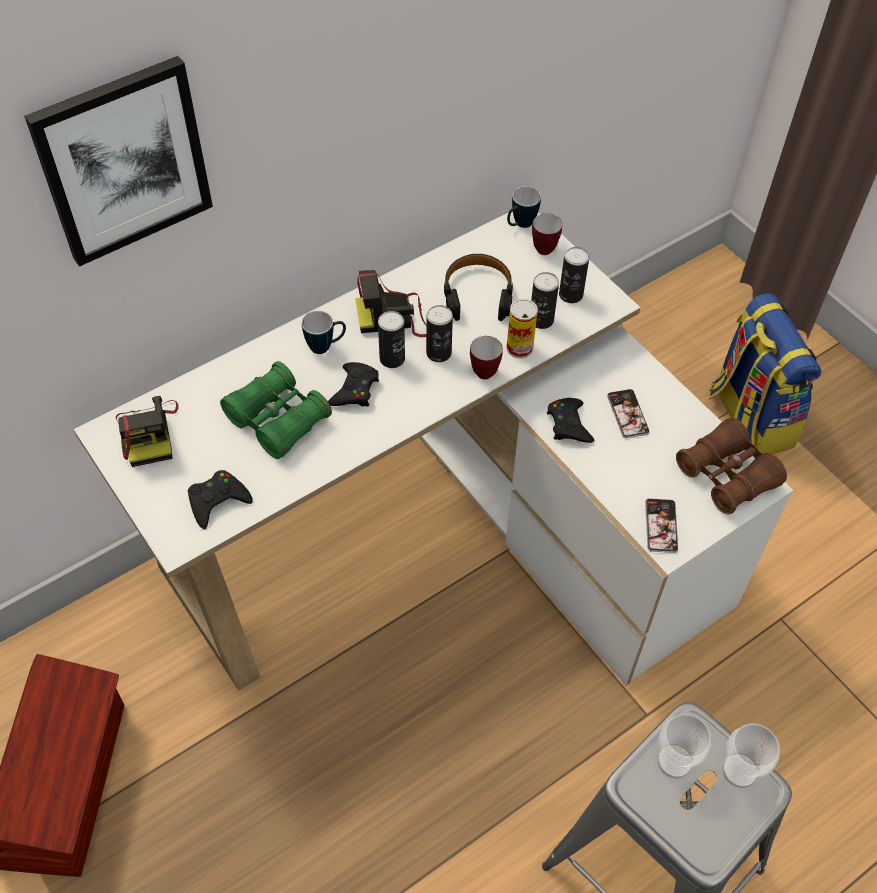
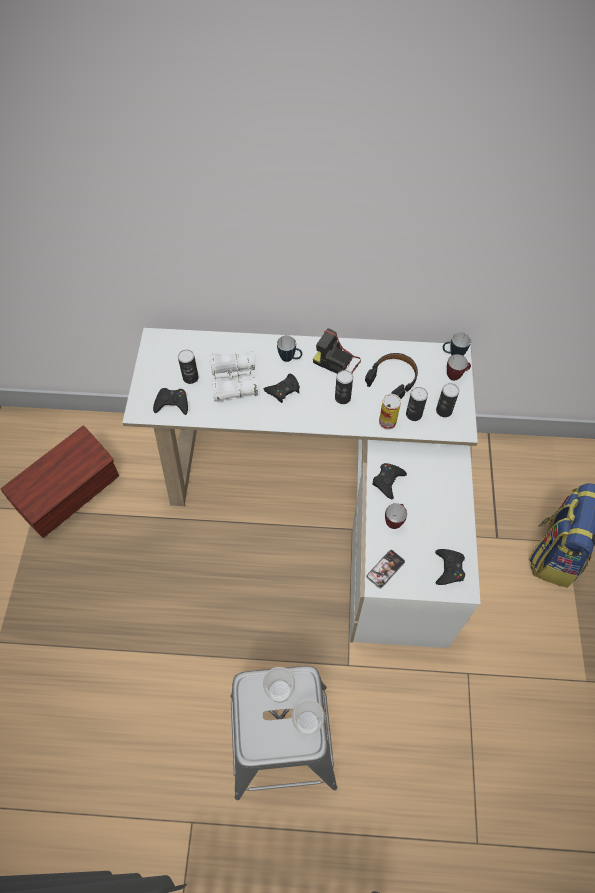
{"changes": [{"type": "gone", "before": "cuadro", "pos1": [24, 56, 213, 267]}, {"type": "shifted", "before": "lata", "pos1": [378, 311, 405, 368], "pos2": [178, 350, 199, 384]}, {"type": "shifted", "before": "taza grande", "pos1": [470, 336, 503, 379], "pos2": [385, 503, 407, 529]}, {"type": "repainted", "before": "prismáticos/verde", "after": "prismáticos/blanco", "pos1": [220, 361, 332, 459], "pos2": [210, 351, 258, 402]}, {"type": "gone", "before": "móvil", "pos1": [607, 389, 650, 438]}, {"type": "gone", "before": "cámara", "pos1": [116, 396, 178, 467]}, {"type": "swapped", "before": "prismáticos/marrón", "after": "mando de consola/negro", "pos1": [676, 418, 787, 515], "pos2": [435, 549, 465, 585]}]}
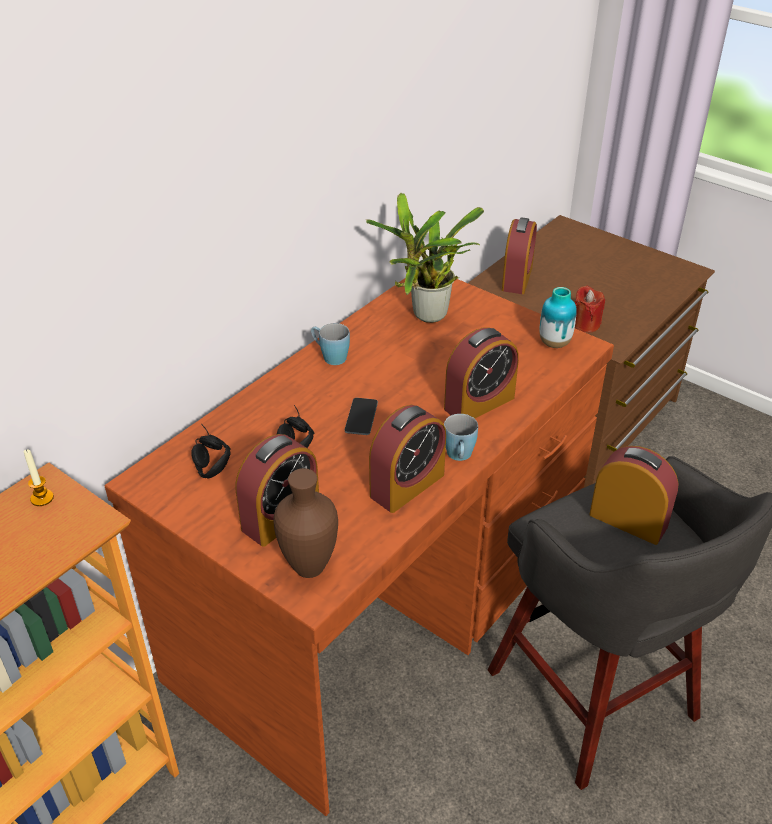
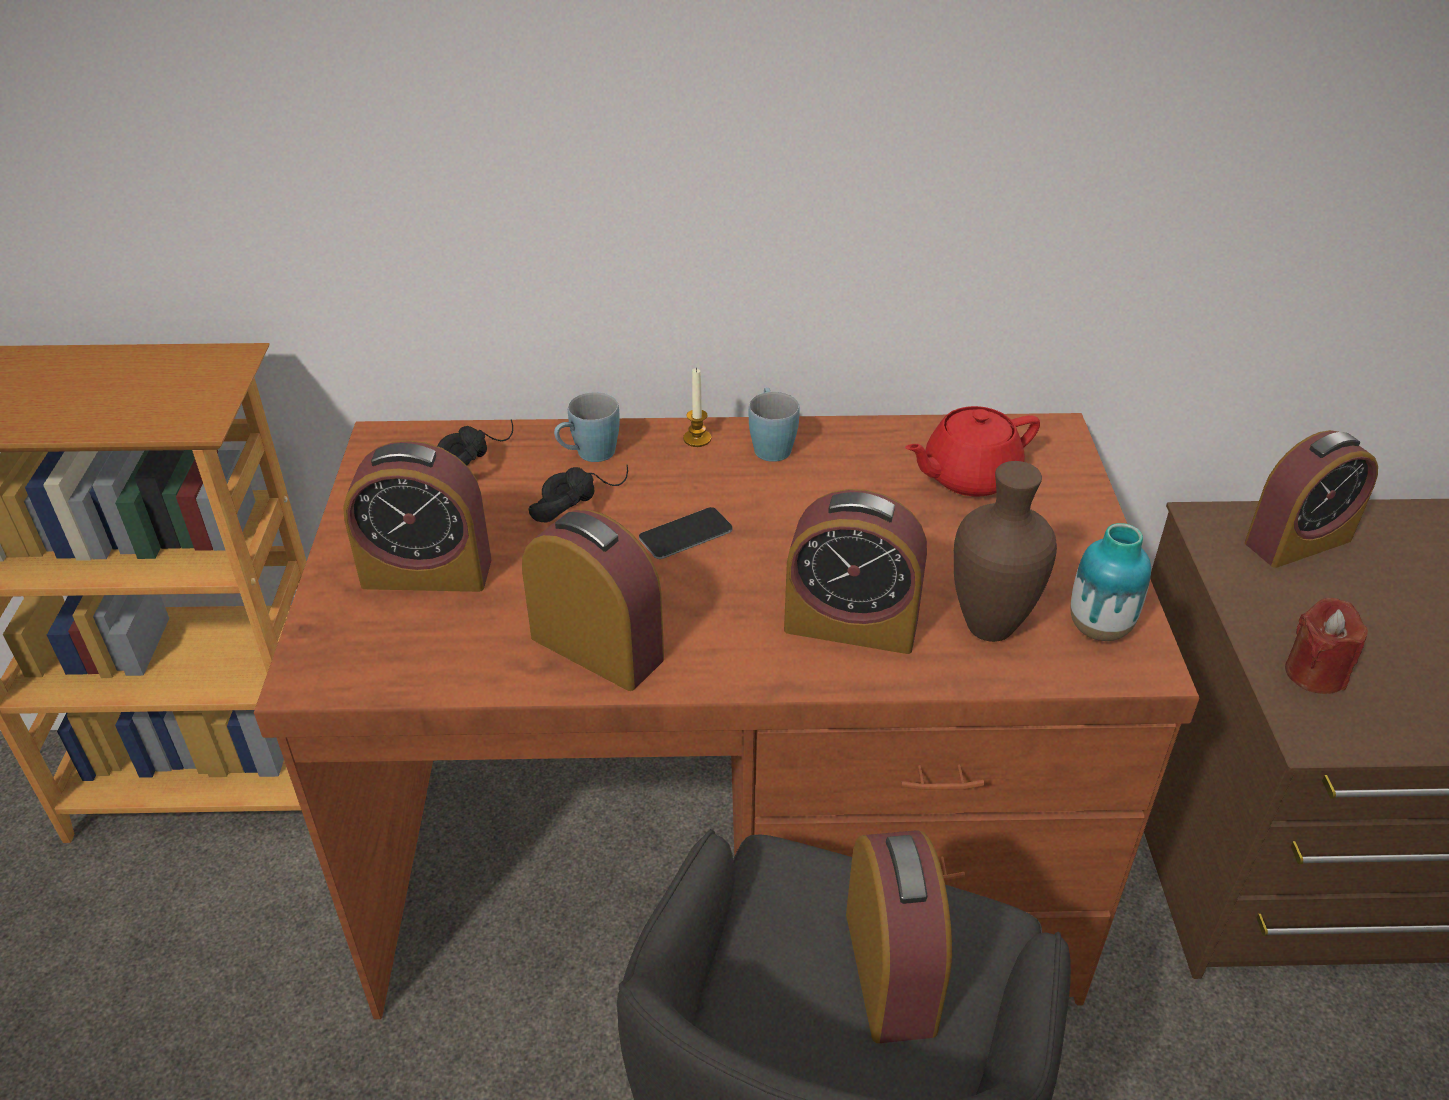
{"changes": [{"type": "swapped", "before": "planta en maceta", "after": "tetera/rojo", "pos1": [366, 193, 484, 323], "pos2": [905, 406, 1040, 497]}, {"type": "rotated", "before": "despertador", "pos1": [369, 405, 446, 513], "pos2": [522, 509, 664, 691], "turn": -150}, {"type": "shifted", "before": "taza grande/azul", "pos1": [444, 414, 478, 461], "pos2": [554, 392, 620, 462]}, {"type": "shifted", "before": "vela", "pos1": [24, 449, 54, 506], "pos2": [683, 368, 711, 447]}, {"type": "shifted", "before": "florero/marrón", "pos1": [273, 468, 338, 578], "pos2": [953, 461, 1057, 642]}]}
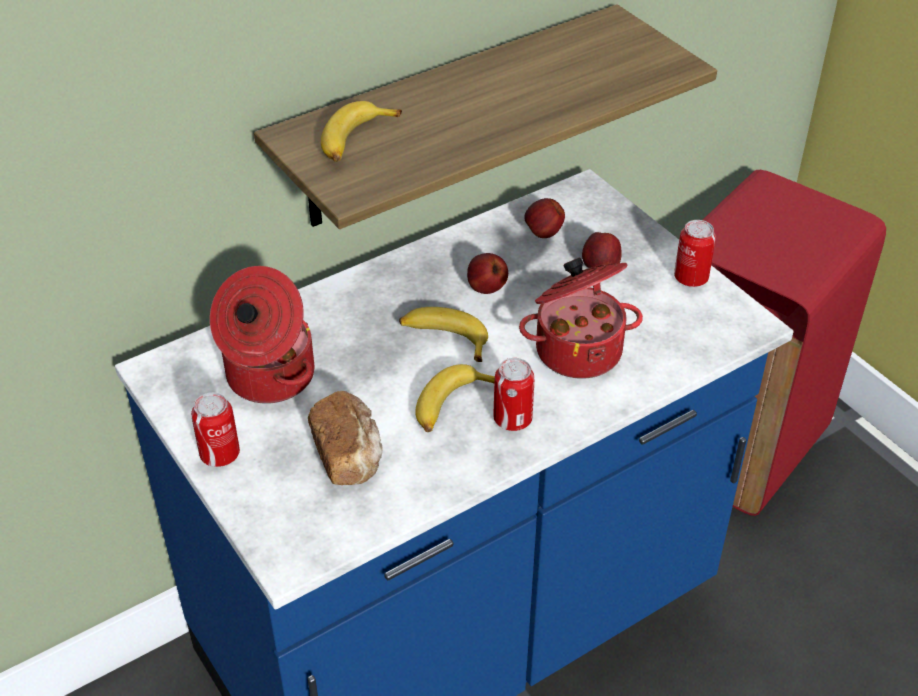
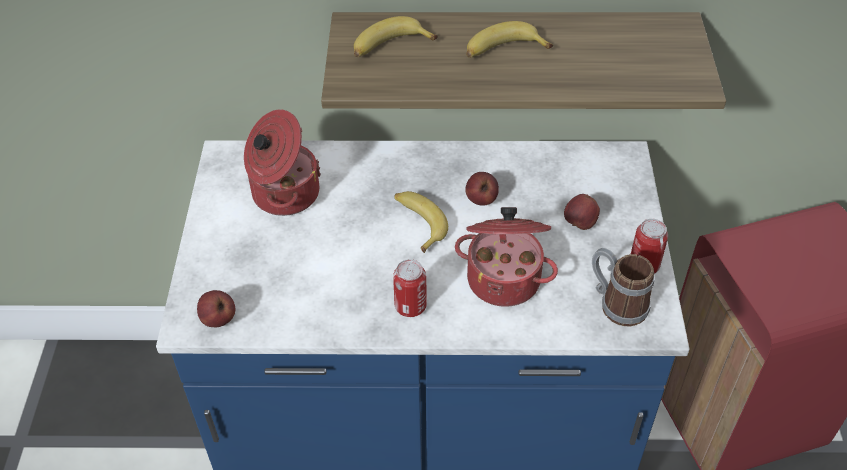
{"changes": [{"type": "shifted", "before": "manzana", "pos1": [524, 198, 565, 238], "pos2": [197, 290, 235, 327]}, {"type": "shifted", "before": "plátano", "pos1": [415, 364, 495, 432], "pos2": [466, 21, 553, 58]}, {"type": "gone", "before": "pan", "pos1": [308, 391, 383, 485]}, {"type": "gone", "before": "lata", "pos1": [191, 392, 240, 467]}, {"type": "new", "after": "taza grande", "pos2": [592, 248, 654, 327]}]}
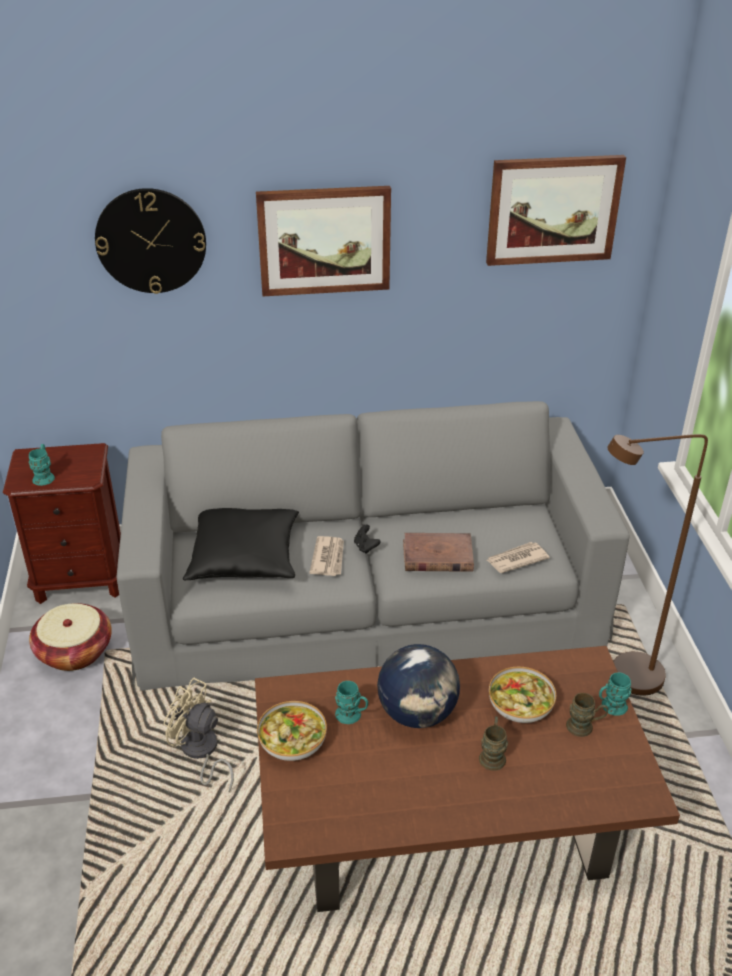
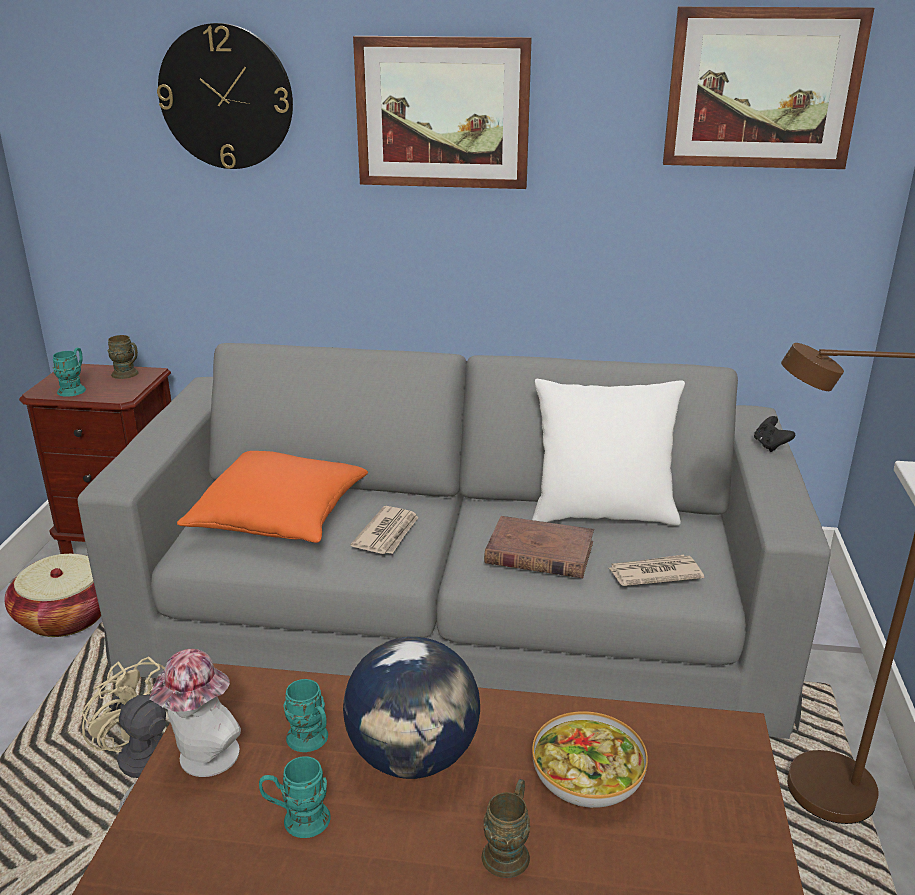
{"changes": [{"type": "repainted", "before": "cojín/negro", "after": "cojín/naranja", "pos1": [183, 508, 299, 580], "pos2": [177, 451, 368, 543]}, {"type": "shifted", "before": "mando de consola/negro", "pos1": [354, 524, 381, 554], "pos2": [754, 416, 795, 452]}, {"type": "shifted", "before": "taza grande/turquesa", "pos1": [599, 672, 631, 716], "pos2": [259, 756, 331, 838]}, {"type": "shifted", "before": "taza grande/marrón", "pos1": [566, 693, 608, 737], "pos2": [107, 335, 139, 379]}, {"type": "swapped", "before": "cuenco", "after": "sombrero", "pos1": [257, 701, 327, 761], "pos2": [149, 649, 241, 777]}, {"type": "new", "after": "cojín/blanco", "pos2": [532, 379, 685, 525]}]}
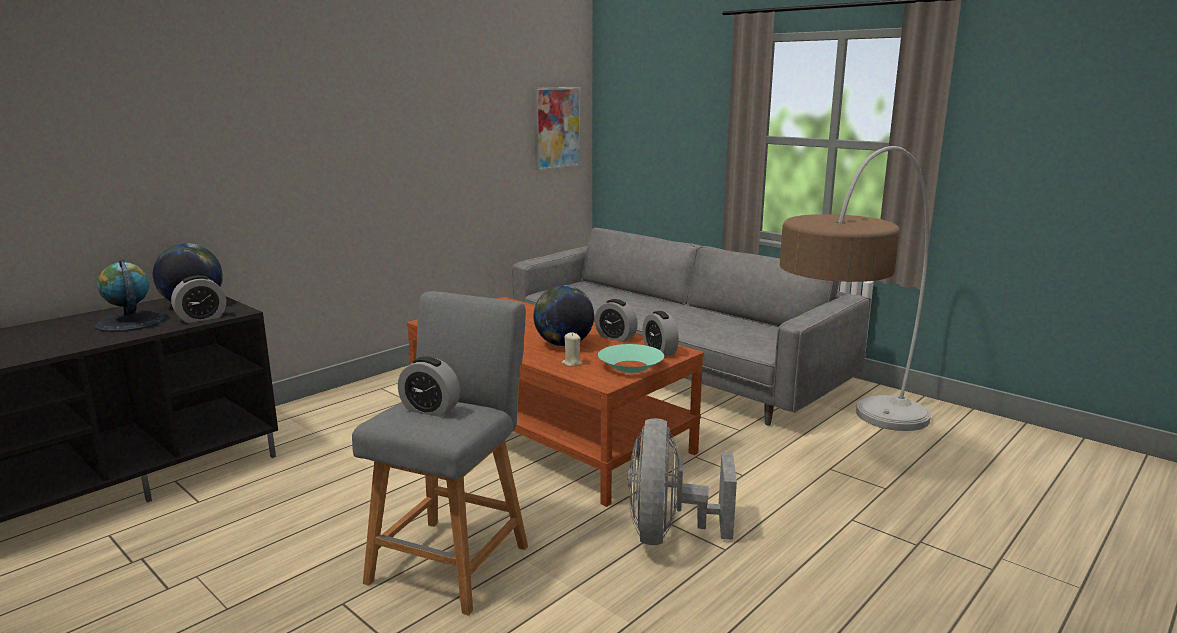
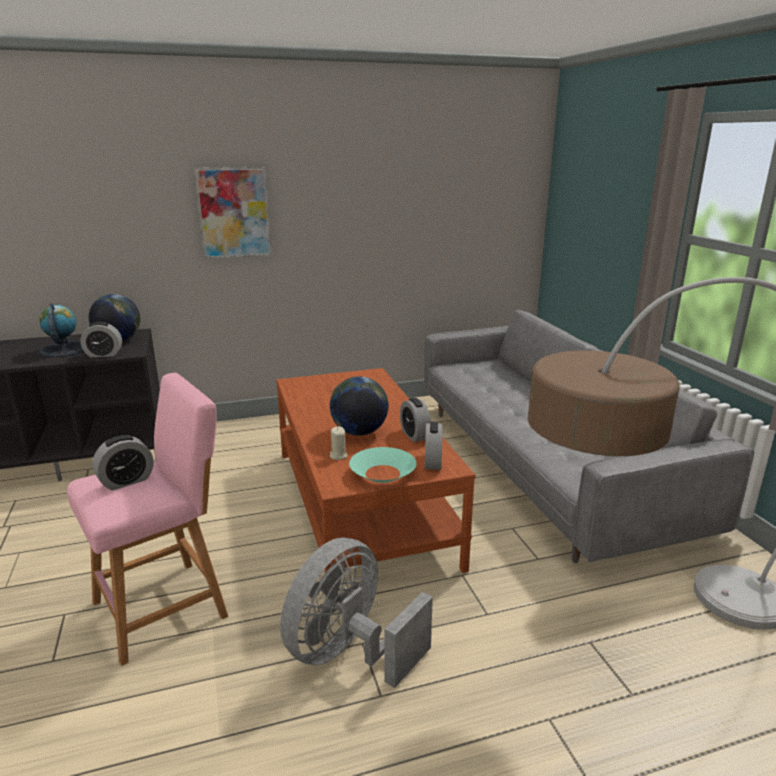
{"changes": [{"type": "shifted", "before": "cuadro", "pos1": [534, 87, 581, 170], "pos2": [194, 167, 272, 259]}, {"type": "repainted", "before": "taburete/gris", "after": "taburete/rosa", "pos1": [352, 291, 528, 616], "pos2": [67, 373, 228, 666]}, {"type": "rotated", "before": "despertador", "pos1": [398, 356, 460, 417], "pos2": [92, 435, 154, 491], "turn": -90}]}
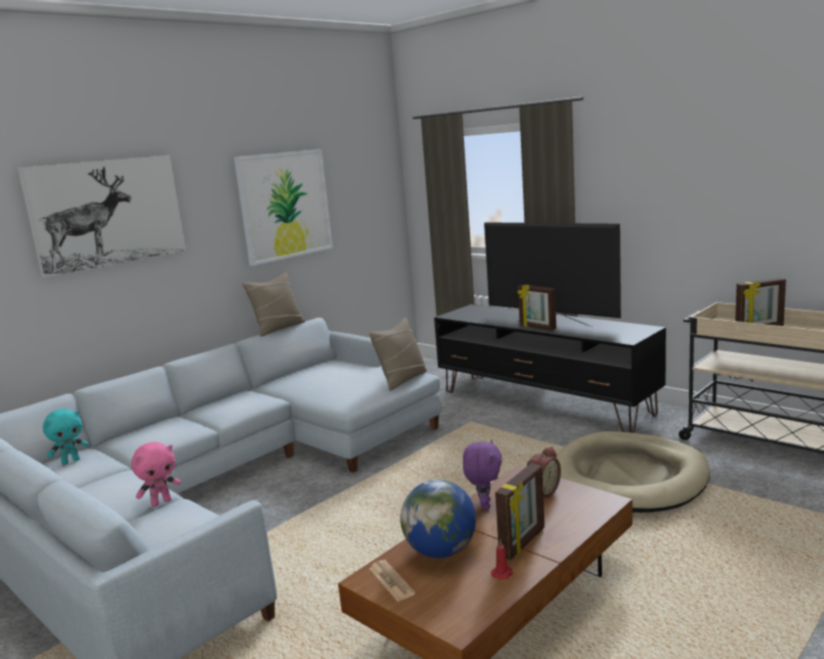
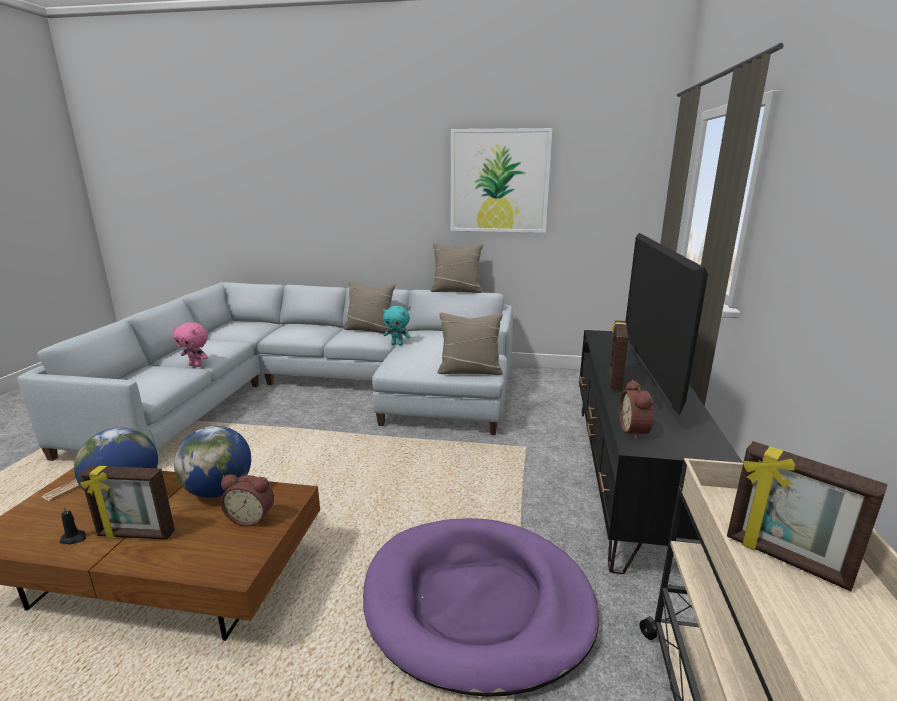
{"changes": [{"type": "gone", "before": "cuadro", "pos1": [18, 155, 186, 278]}, {"type": "shifted", "before": "peluche/turquesa", "pos1": [43, 409, 89, 465], "pos2": [383, 306, 410, 346]}, {"type": "repainted", "before": "cama para perro/beis", "after": "cama para perro/morado", "pos1": [556, 431, 710, 513], "pos2": [363, 518, 599, 697]}, {"type": "swapped", "before": "peluche/morado", "after": "globo terráqueo", "pos1": [463, 439, 502, 510], "pos2": [174, 426, 251, 498]}, {"type": "repainted", "before": "vela/rojo", "after": "vela/negro", "pos1": [491, 539, 513, 580], "pos2": [59, 506, 86, 544]}, {"type": "new", "after": "cojín/beis", "pos2": [343, 281, 395, 334]}, {"type": "new", "after": "despertador", "pos2": [619, 380, 654, 440]}]}
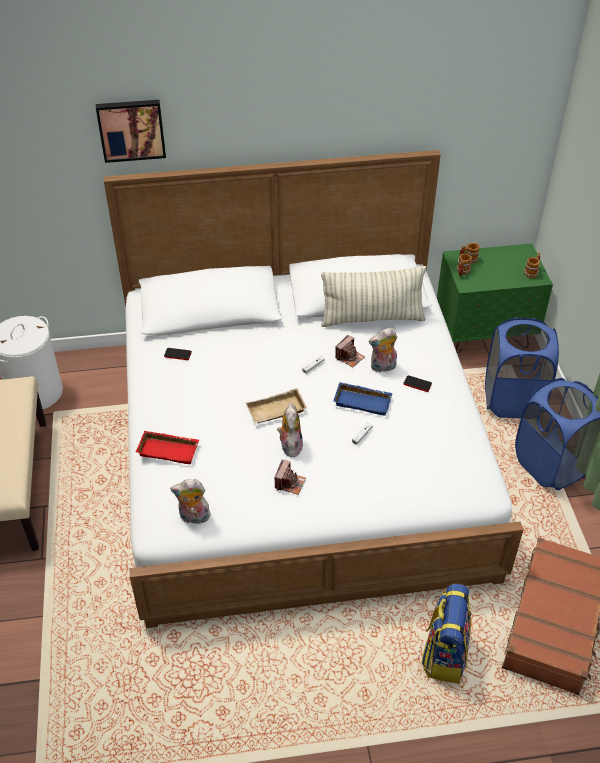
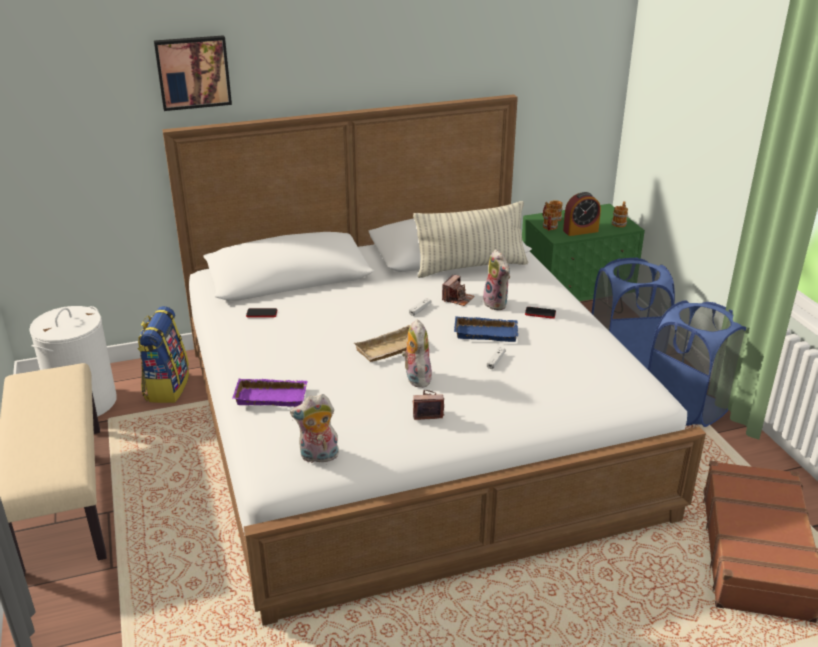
{"changes": [{"type": "rotated", "before": "peluche", "pos1": [369, 328, 397, 373], "pos2": [483, 249, 510, 310], "turn": -90}, {"type": "repainted", "before": "bandeja/rojo", "after": "bandeja/morado", "pos1": [136, 431, 199, 464], "pos2": [232, 378, 308, 407]}, {"type": "rotated", "before": "cámara", "pos1": [274, 460, 306, 495], "pos2": [413, 390, 444, 420], "turn": -105}, {"type": "shifted", "before": "mochila", "pos1": [421, 584, 471, 683], "pos2": [138, 306, 189, 403]}, {"type": "new", "after": "despertador", "pos2": [563, 192, 601, 236]}]}
